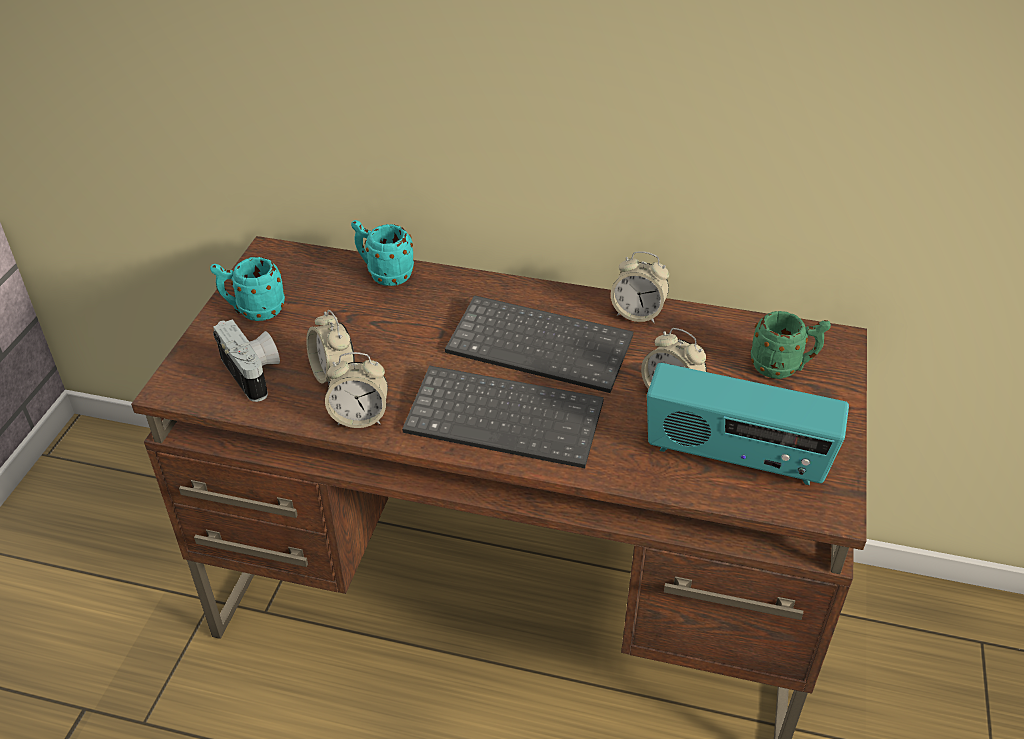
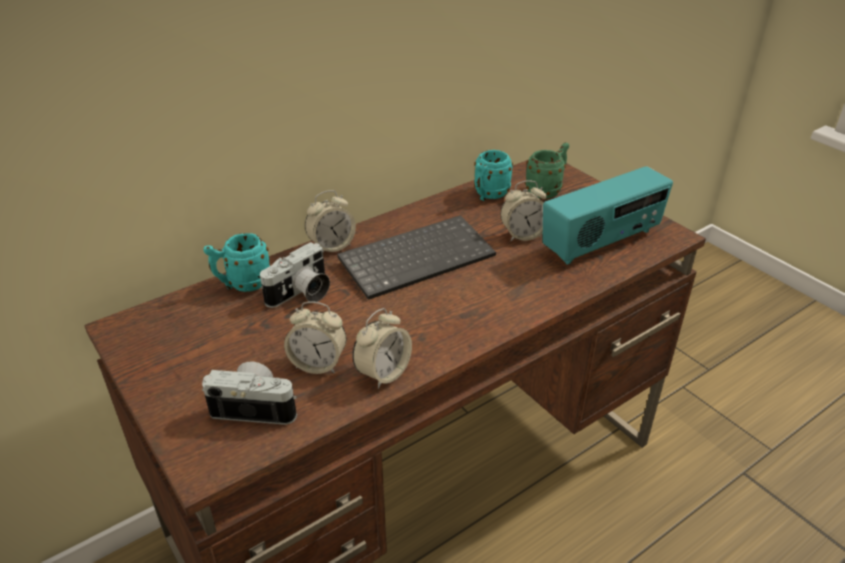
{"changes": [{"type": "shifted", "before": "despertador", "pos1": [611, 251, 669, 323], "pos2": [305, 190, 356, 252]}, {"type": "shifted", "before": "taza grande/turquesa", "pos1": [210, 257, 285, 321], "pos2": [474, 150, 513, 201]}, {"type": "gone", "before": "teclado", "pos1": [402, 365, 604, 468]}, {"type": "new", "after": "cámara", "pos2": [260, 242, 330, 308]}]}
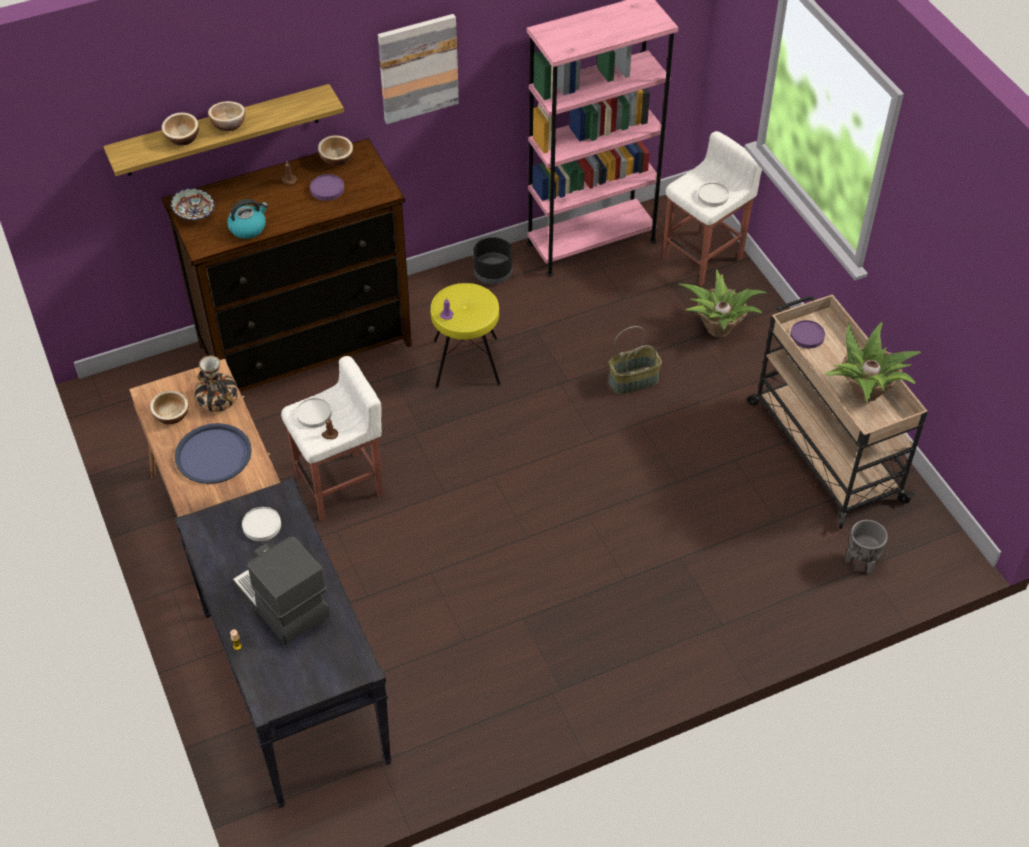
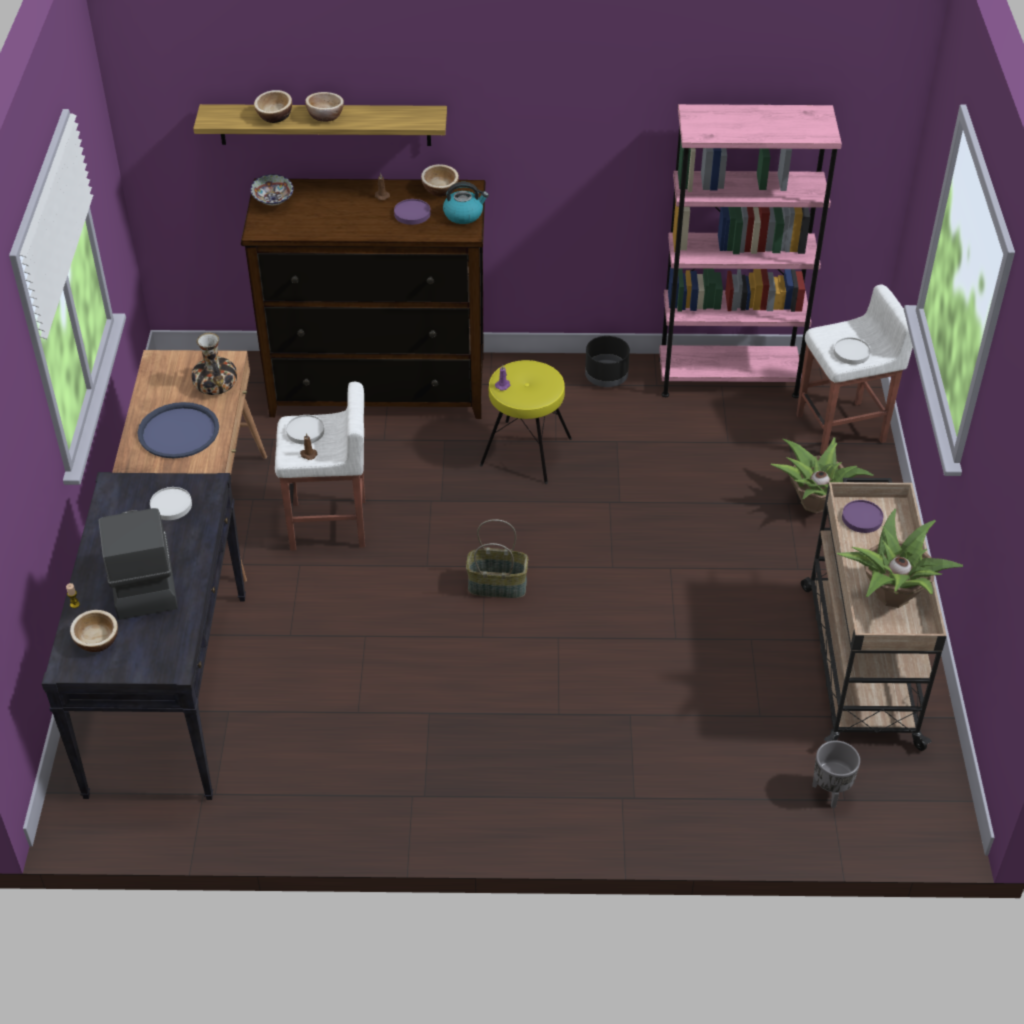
{"changes": [{"type": "gone", "before": "cuadro", "pos1": [378, 14, 459, 124]}, {"type": "shifted", "before": "hervidor", "pos1": [227, 199, 268, 239], "pos2": [443, 182, 489, 224]}, {"type": "shifted", "before": "cesta", "pos1": [609, 326, 662, 394], "pos2": [466, 519, 528, 598]}, {"type": "shifted", "before": "cuenco", "pos1": [150, 391, 188, 424], "pos2": [70, 610, 118, 652]}]}
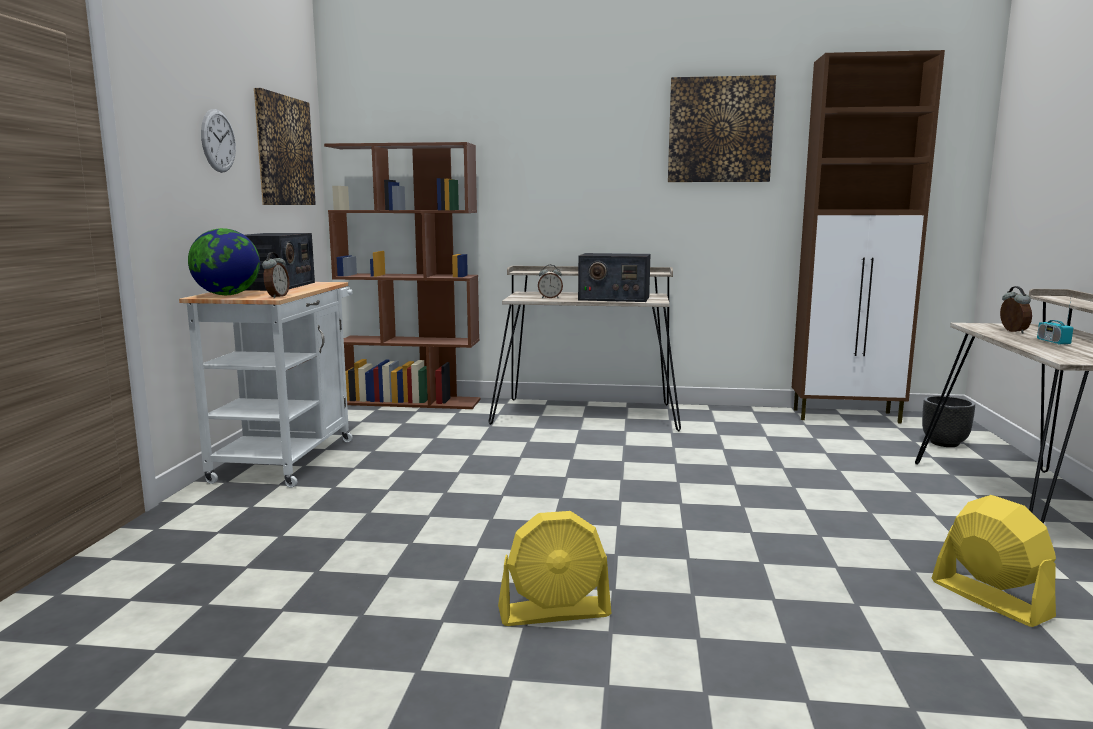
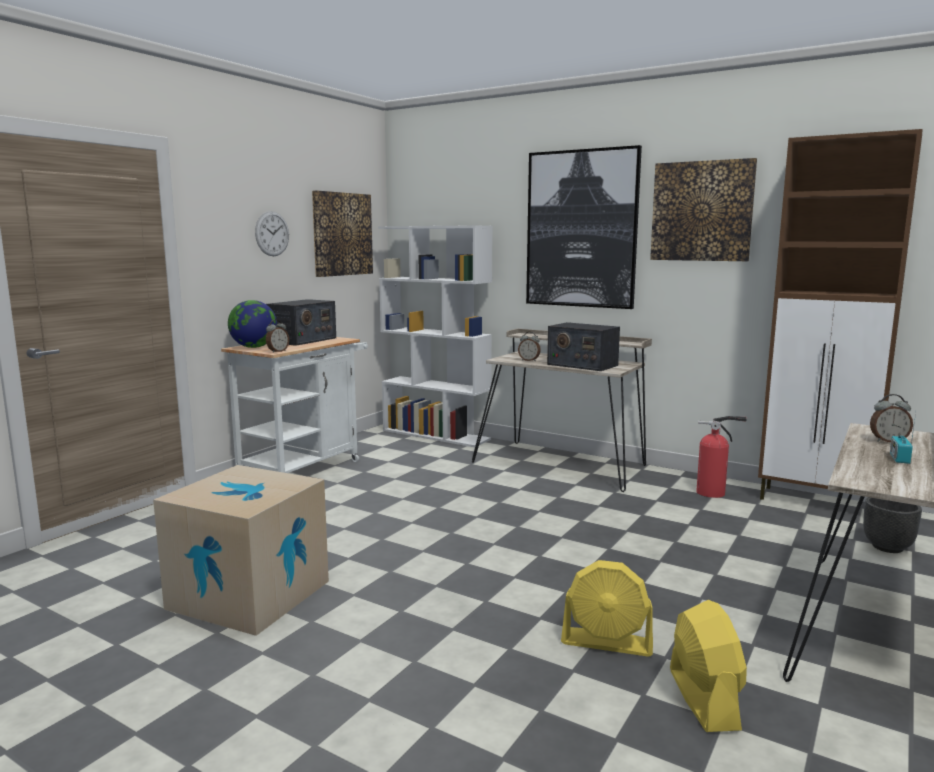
{"changes": [{"type": "repainted", "before": "estantería/marrón", "after": "estantería/blanco", "pos1": [324, 142, 481, 409], "pos2": [378, 225, 493, 447]}, {"type": "rotated", "before": "despertador", "pos1": [1000, 286, 1032, 333], "pos2": [870, 394, 913, 442], "turn": 75}, {"type": "shifted", "before": "ventilador/amarillo", "pos1": [498, 511, 611, 626], "pos2": [561, 560, 653, 657]}, {"type": "new", "after": "cuadro", "pos2": [526, 145, 642, 309]}, {"type": "new", "after": "extintor", "pos2": [696, 416, 746, 498]}, {"type": "new", "after": "caja de cartón", "pos2": [153, 465, 329, 636]}]}
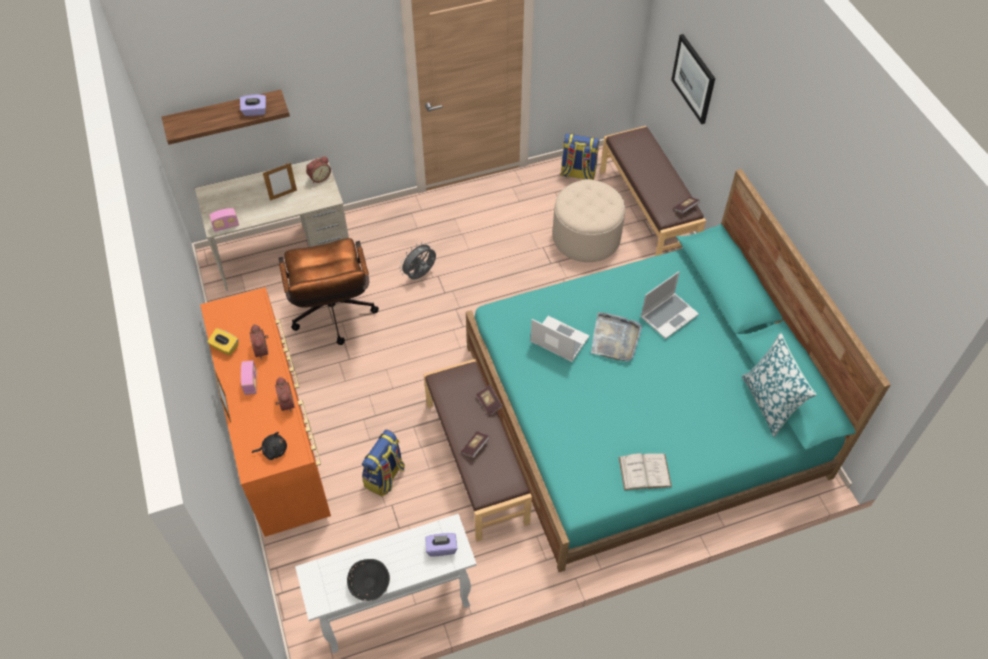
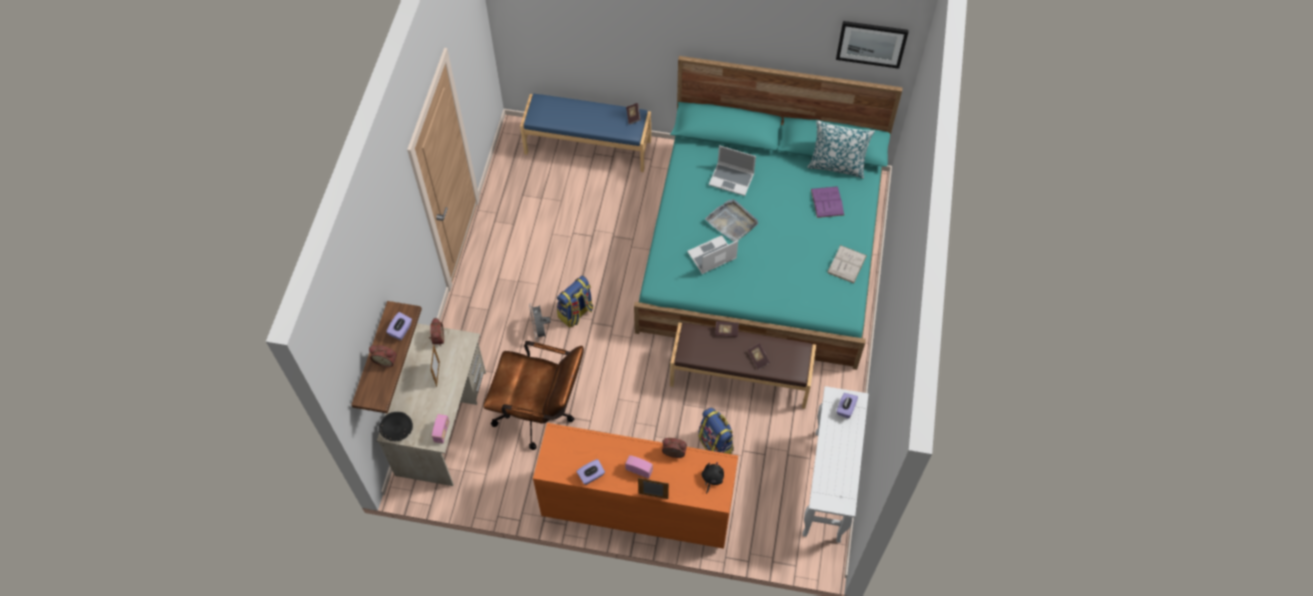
{"changes": [{"type": "shifted", "before": "cuadro", "pos1": [671, 34, 715, 124], "pos2": [836, 21, 909, 69]}, {"type": "repainted", "before": "banco/marrón", "after": "banco/azul", "pos1": [600, 126, 706, 256], "pos2": [520, 94, 651, 172]}, {"type": "shifted", "before": "mochila", "pos1": [560, 133, 600, 180], "pos2": [557, 276, 593, 328]}, {"type": "gone", "before": "puf/beis", "pos1": [553, 179, 625, 262]}, {"type": "rotated", "before": "portátil", "pos1": [641, 271, 699, 339], "pos2": [709, 145, 756, 196], "turn": 120}, {"type": "shifted", "before": "despertador", "pos1": [250, 324, 268, 359], "pos2": [369, 345, 397, 367]}, {"type": "repainted", "before": "caja de pañuelos/amarillo", "after": "caja de pañuelos/morado", "pos1": [207, 328, 238, 356], "pos2": [577, 459, 605, 485]}, {"type": "shifted", "before": "cuenco/negro", "pos1": [347, 559, 390, 601], "pos2": [379, 412, 413, 441]}, {"type": "new", "after": "libro/morado", "pos2": [811, 186, 844, 218]}]}
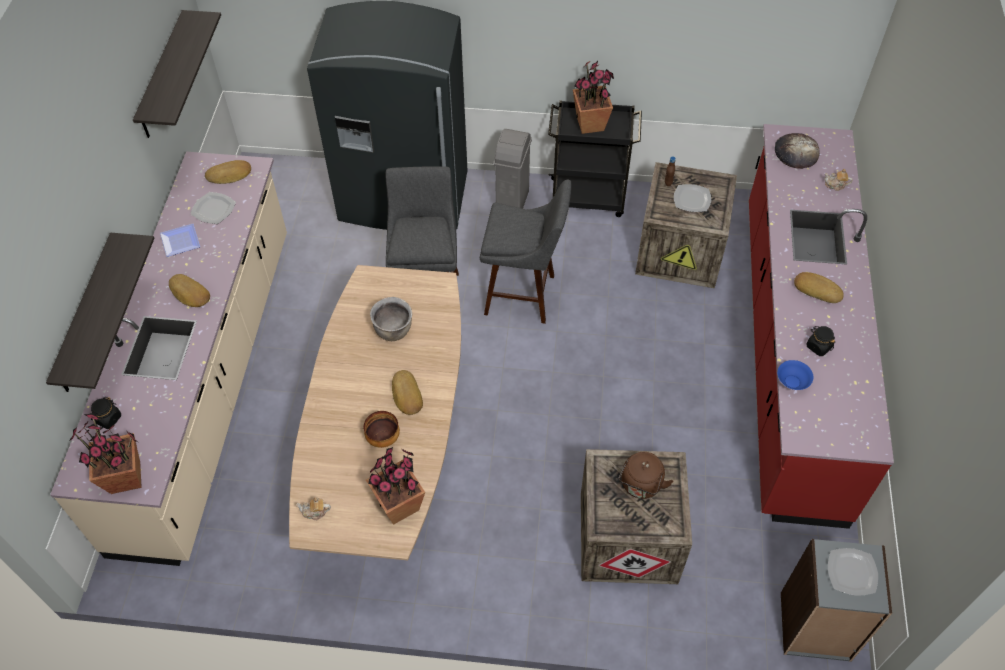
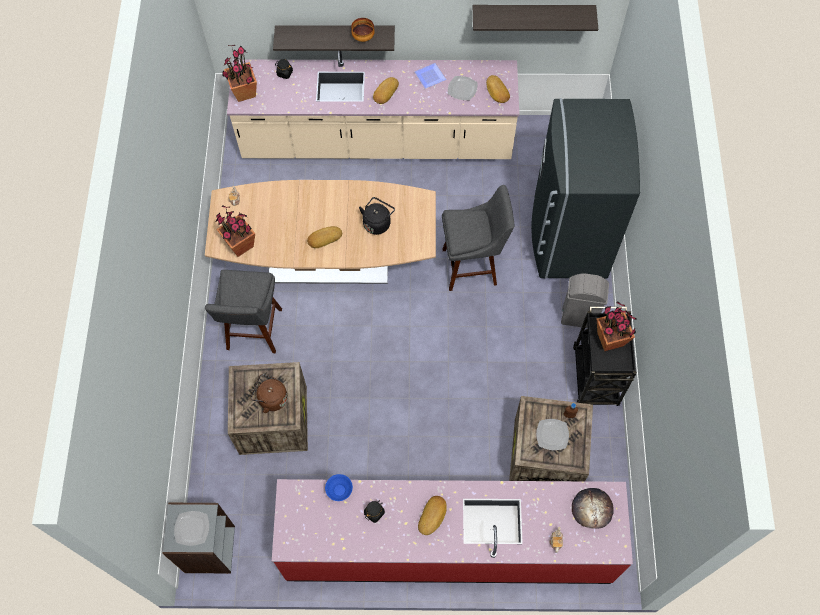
{"changes": [{"type": "shifted", "before": "taburete/gris", "pos1": [480, 180, 572, 324], "pos2": [205, 270, 282, 353]}, {"type": "swapped", "before": "olla/marrón", "after": "hervidor/negro", "pos1": [370, 297, 412, 341], "pos2": [359, 197, 395, 235]}, {"type": "shifted", "before": "cuenco", "pos1": [364, 411, 400, 448], "pos2": [351, 18, 375, 42]}]}
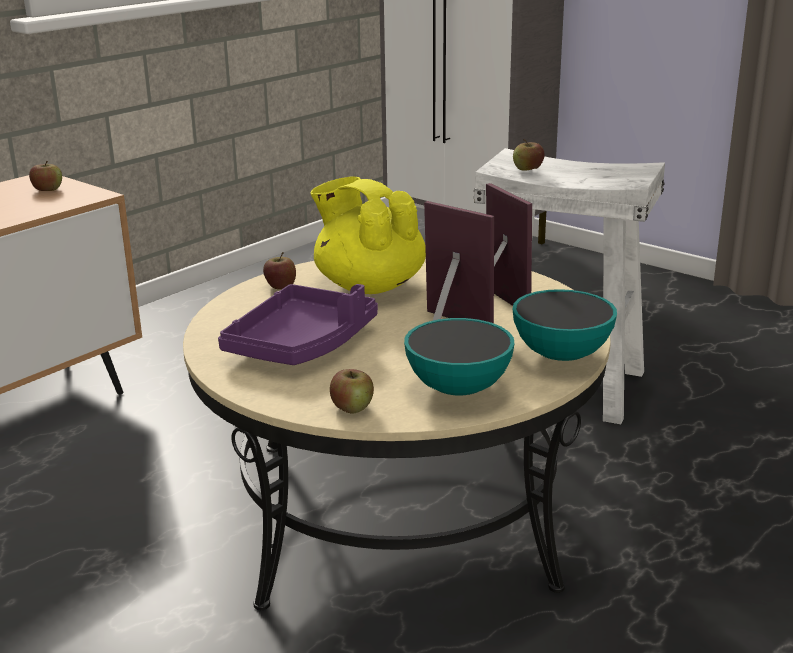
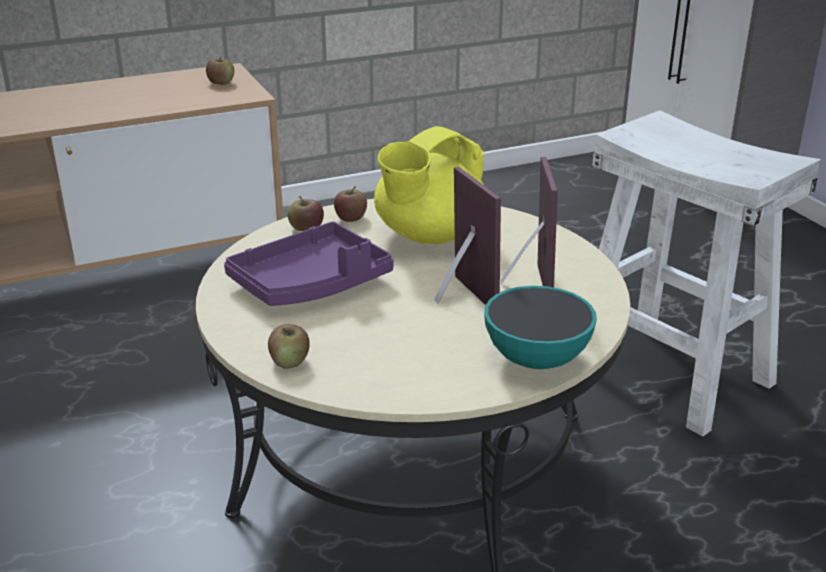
{"changes": [{"type": "shifted", "before": "manzana", "pos1": [513, 139, 545, 171], "pos2": [287, 196, 324, 231]}, {"type": "rotated", "before": "tetera/amarillo", "pos1": [310, 177, 426, 294], "pos2": [374, 126, 484, 244], "turn": -120}, {"type": "gone", "before": "cuenco", "pos1": [404, 318, 515, 395]}]}
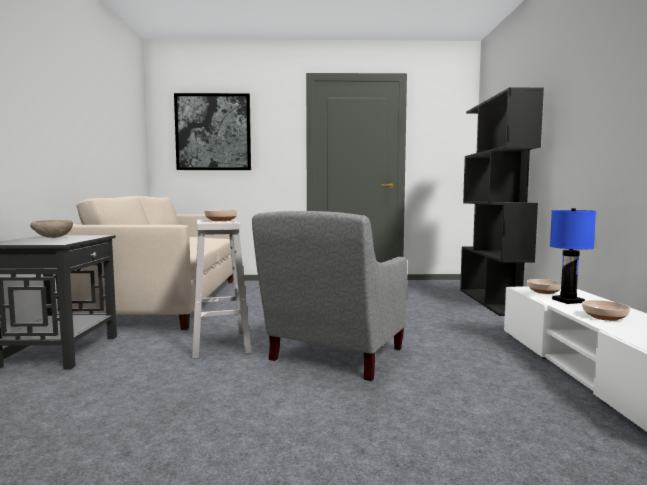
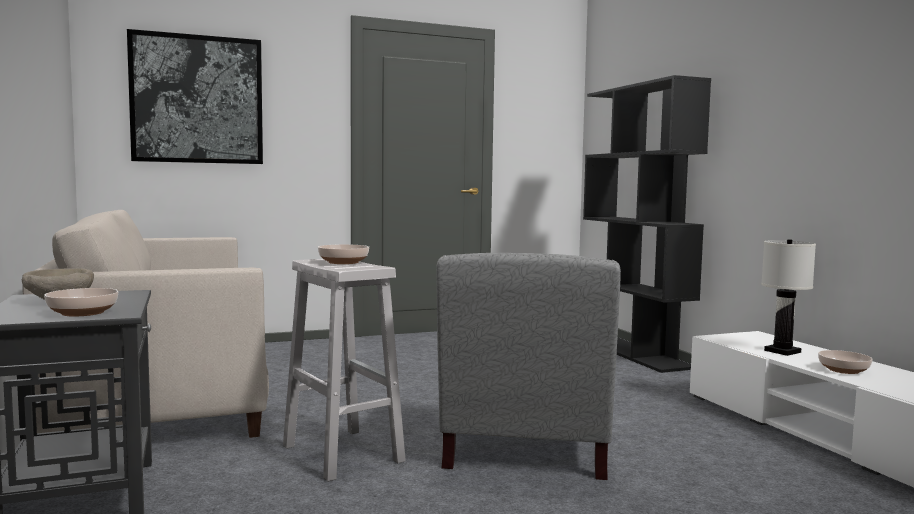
{"changes": [{"type": "repainted", "before": "lámpara de mesa/azul", "after": "lámpara de mesa/blanco", "pos1": [550, 208, 596, 304], "pos2": [761, 239, 816, 356]}, {"type": "shifted", "before": "cuenco", "pos1": [527, 279, 561, 294], "pos2": [44, 288, 118, 316]}]}
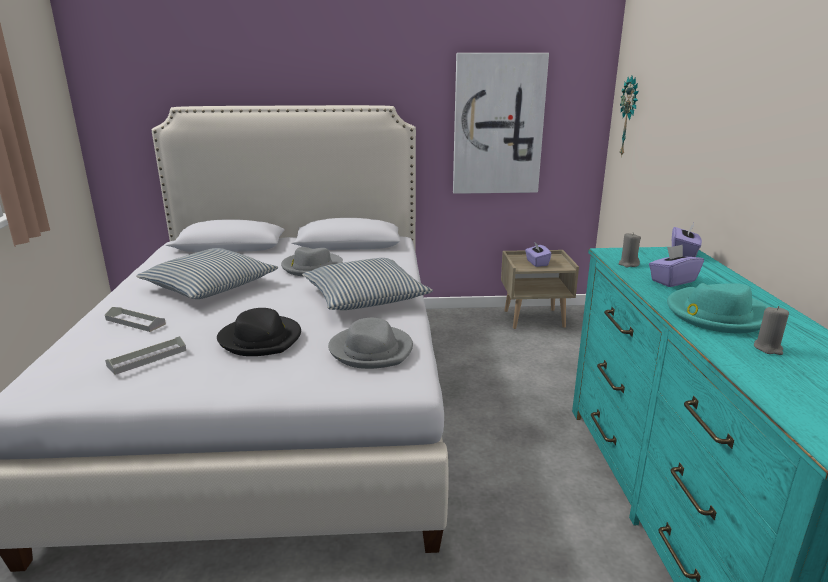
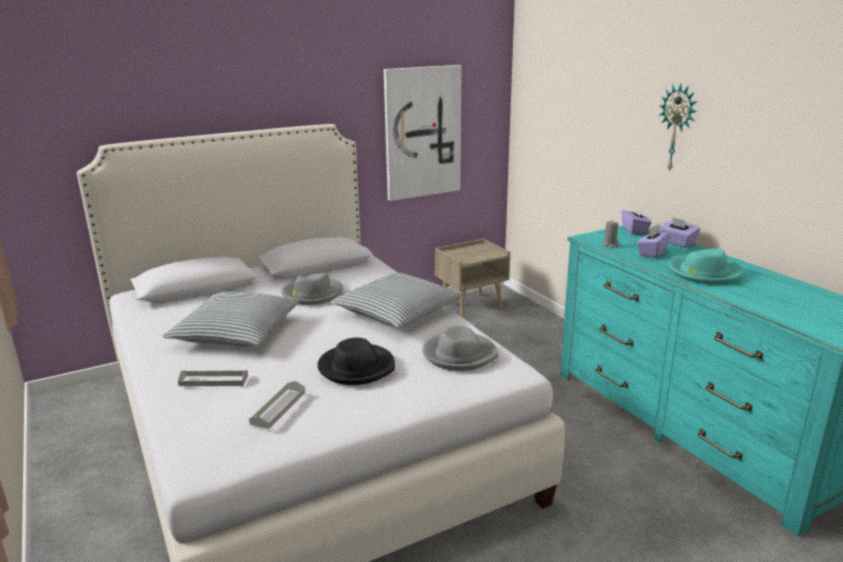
{"changes": [{"type": "shifted", "before": "reloj de pared", "pos1": [620, 76, 639, 157], "pos2": [659, 84, 698, 172]}, {"type": "shifted", "before": "caja de pañuelos/morado", "pos1": [525, 242, 552, 267], "pos2": [659, 217, 700, 248]}, {"type": "gone", "before": "vela/gris", "pos1": [754, 306, 789, 355]}]}
